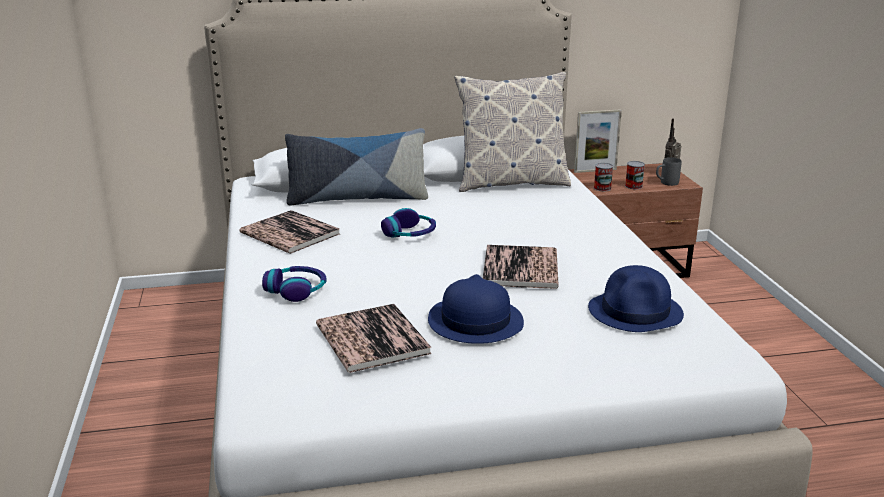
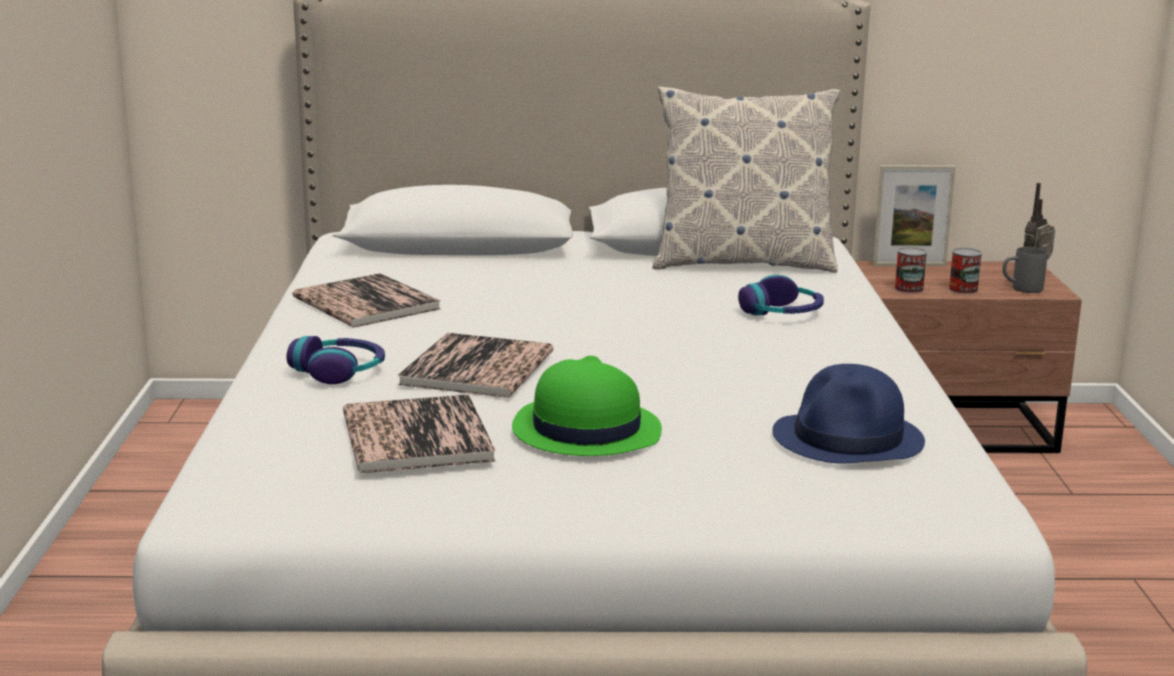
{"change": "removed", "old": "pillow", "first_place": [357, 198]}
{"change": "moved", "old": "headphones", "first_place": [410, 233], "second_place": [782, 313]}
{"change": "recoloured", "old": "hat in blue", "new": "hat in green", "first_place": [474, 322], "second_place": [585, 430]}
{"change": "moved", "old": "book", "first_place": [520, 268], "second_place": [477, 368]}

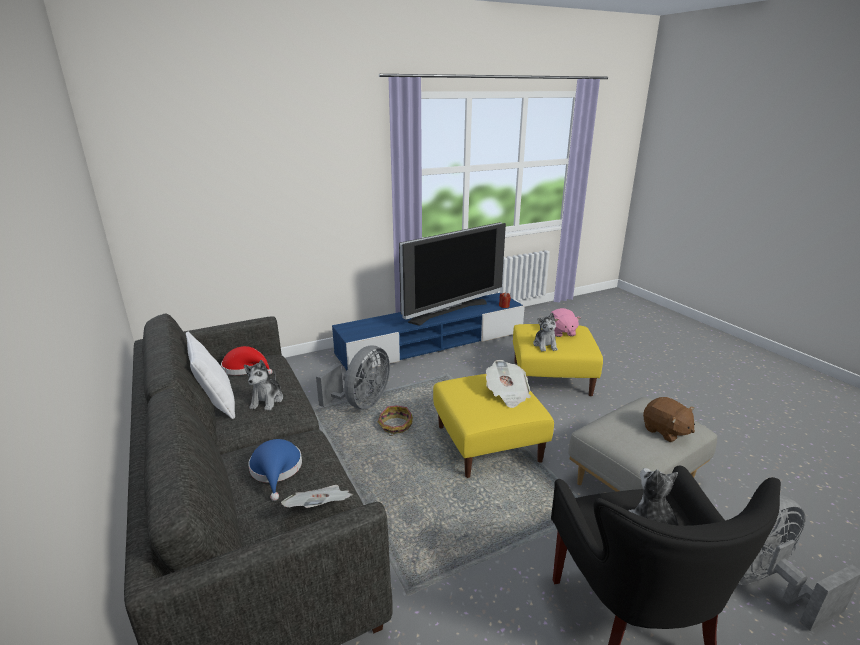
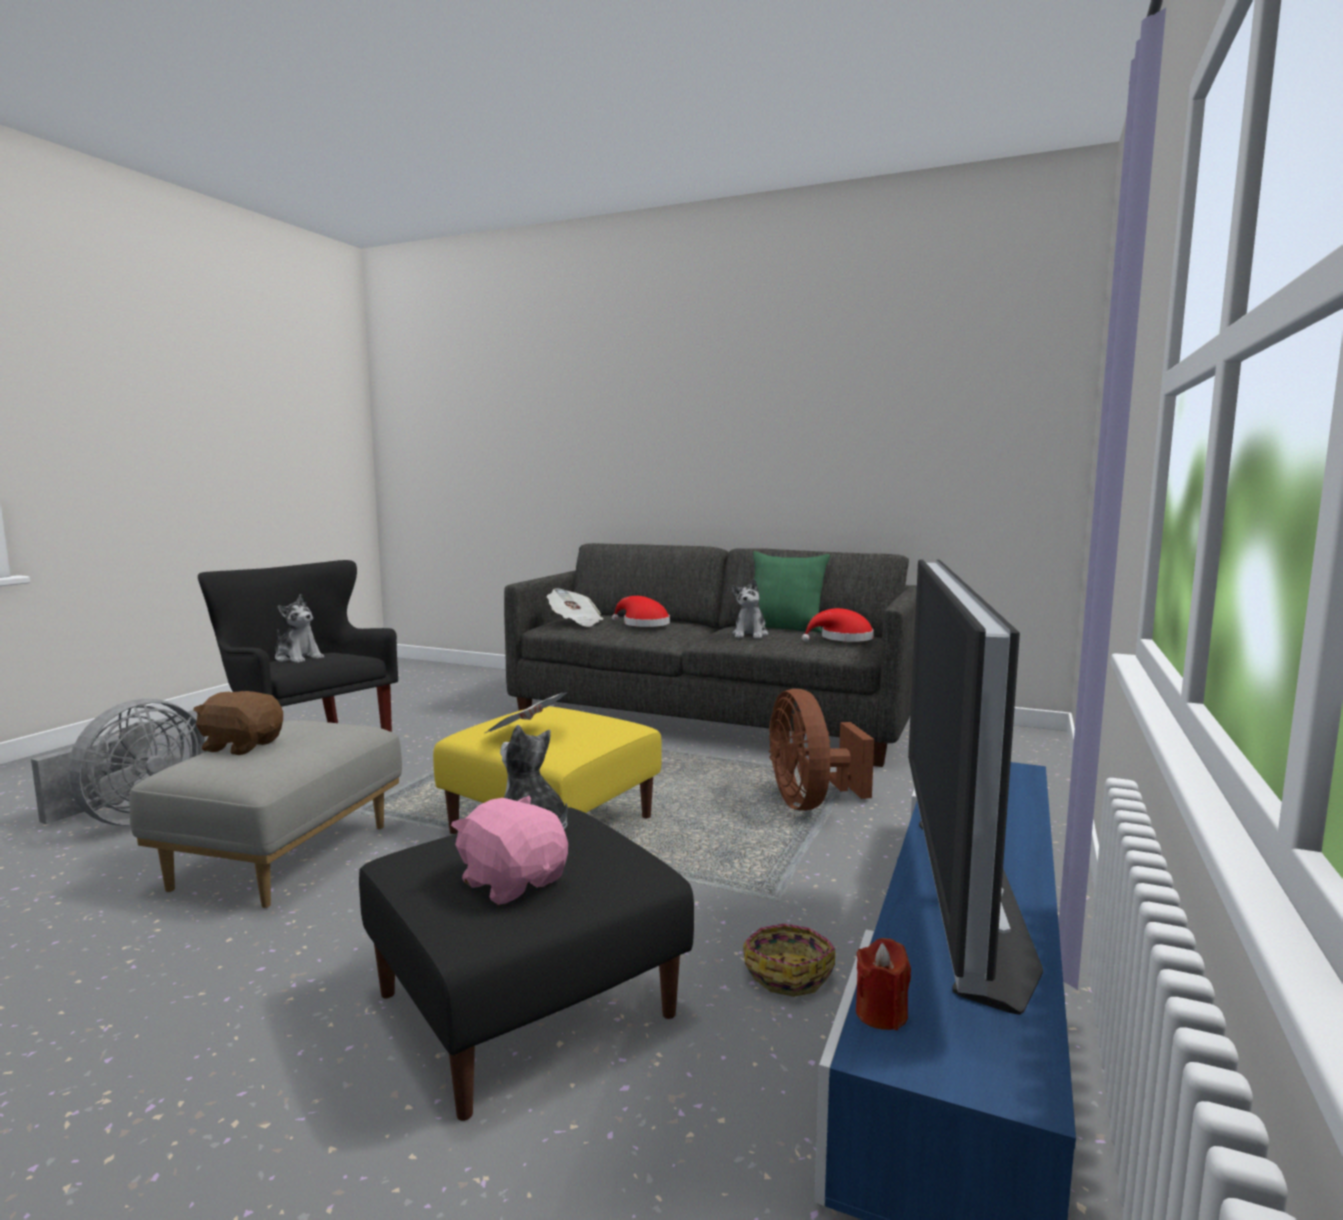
{"change": "recoloured", "old": "pillow in white", "new": "pillow in green", "first_place": [216, 403], "second_place": [785, 627]}
{"change": "turned", "old": "plush toy", "first_place": [267, 400], "second_place": [750, 634], "degrees": -135}
{"change": "recoloured", "old": "hat in blue", "new": "hat in red", "first_place": [276, 470], "second_place": [643, 624]}
{"change": "recoloured", "old": "fan in grey", "new": "fan in brown", "first_place": [361, 403], "second_place": [810, 803]}
{"change": "moved", "old": "basket", "first_place": [395, 426], "second_place": [788, 972]}
{"change": "recoloured", "old": "ottoman in yellow", "new": "ottoman in black", "first_place": [552, 378], "second_place": [524, 1006]}

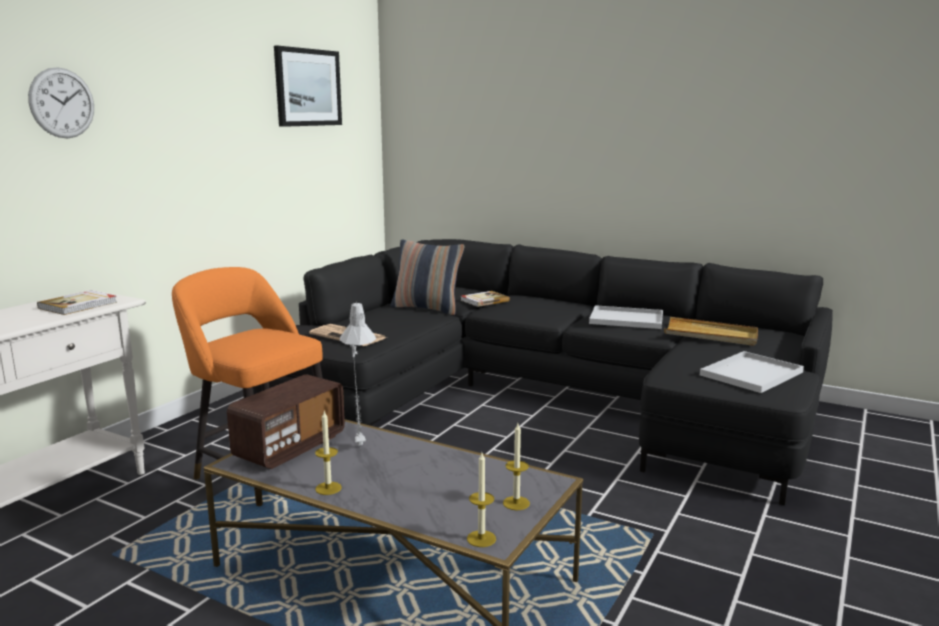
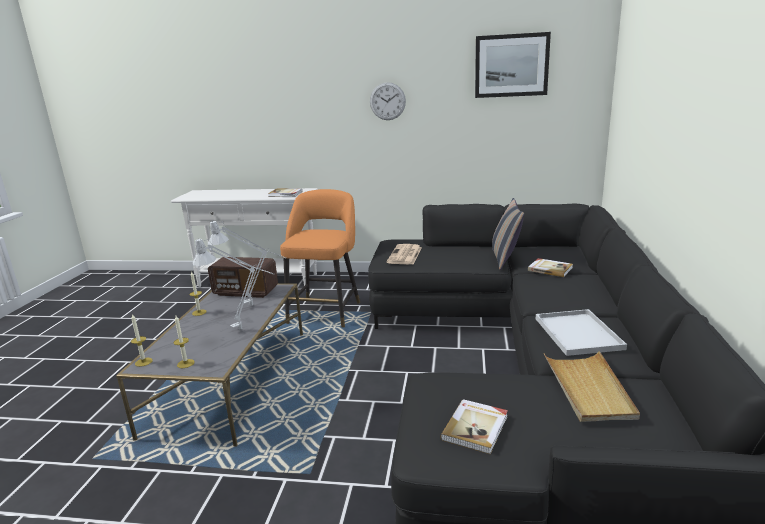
{"change": "moved", "old": "wall clock", "first_place": [62, 103], "second_place": [387, 101]}
{"change": "replaced", "old": "tray in white", "new": "book", "first_place": [751, 373], "second_place": [476, 428]}
{"change": "added", "new": "table lamp in grey", "second_place": [245, 328]}

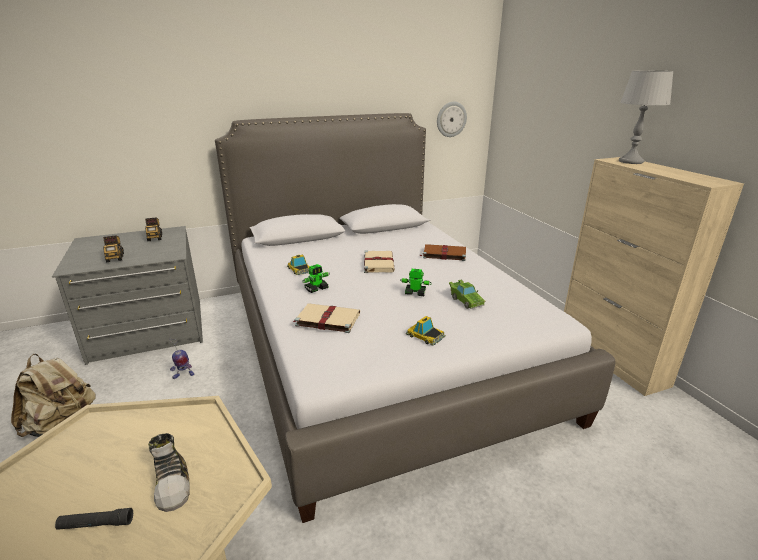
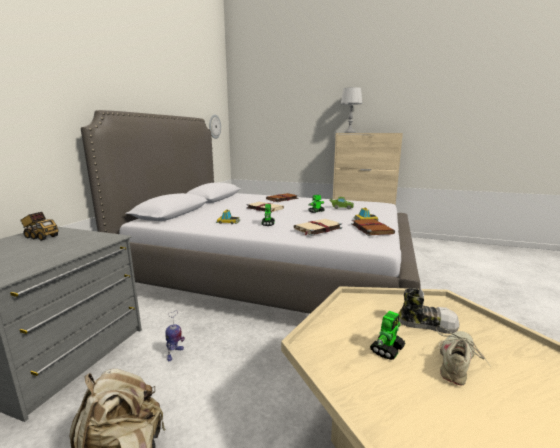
{"change": "replaced", "old": "flashlight in black", "new": "shoe in beige", "first_place": [96, 524], "second_place": [457, 363]}
{"change": "removed", "old": "toy truck", "first_place": [115, 257]}
{"change": "added", "new": "book in brown", "second_place": [371, 228]}
{"change": "added", "new": "toy robot", "second_place": [387, 349]}

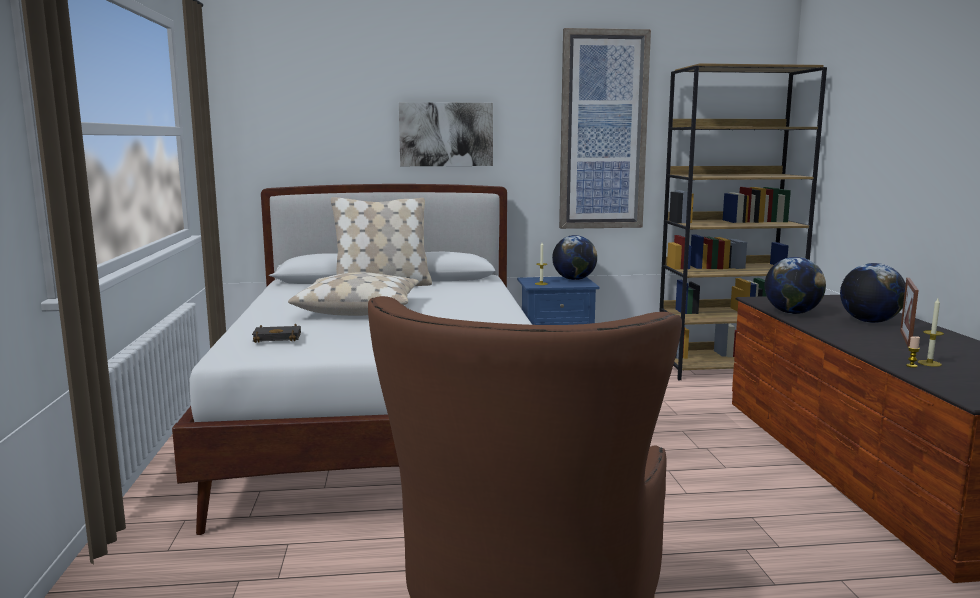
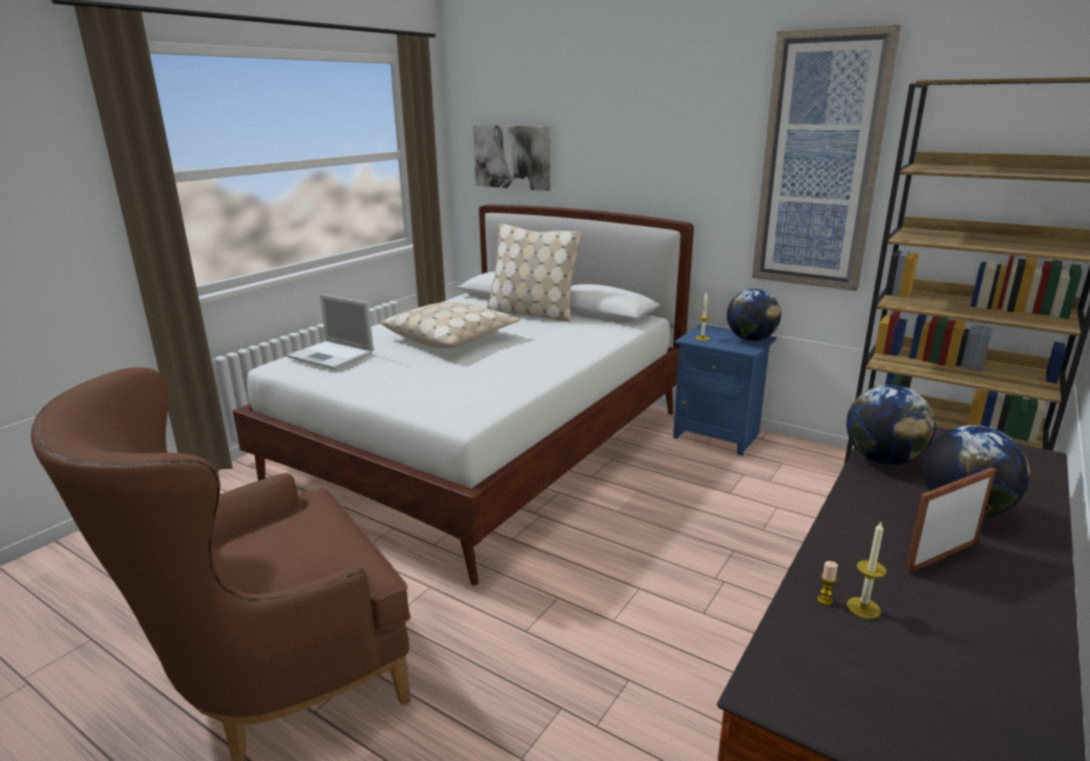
{"change": "replaced", "old": "book in black", "new": "laptop", "first_place": [278, 337], "second_place": [332, 355]}
{"change": "moved", "old": "picture", "first_place": [446, 134], "second_place": [512, 157]}

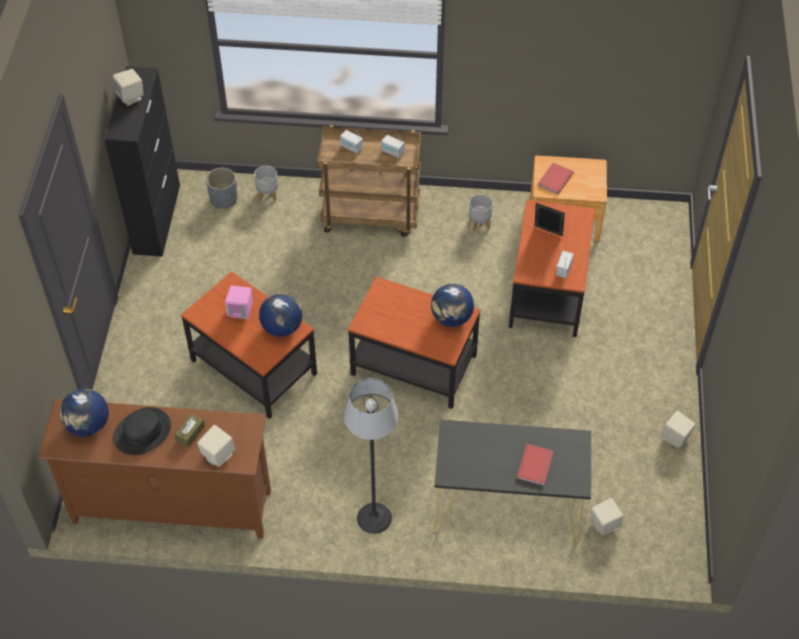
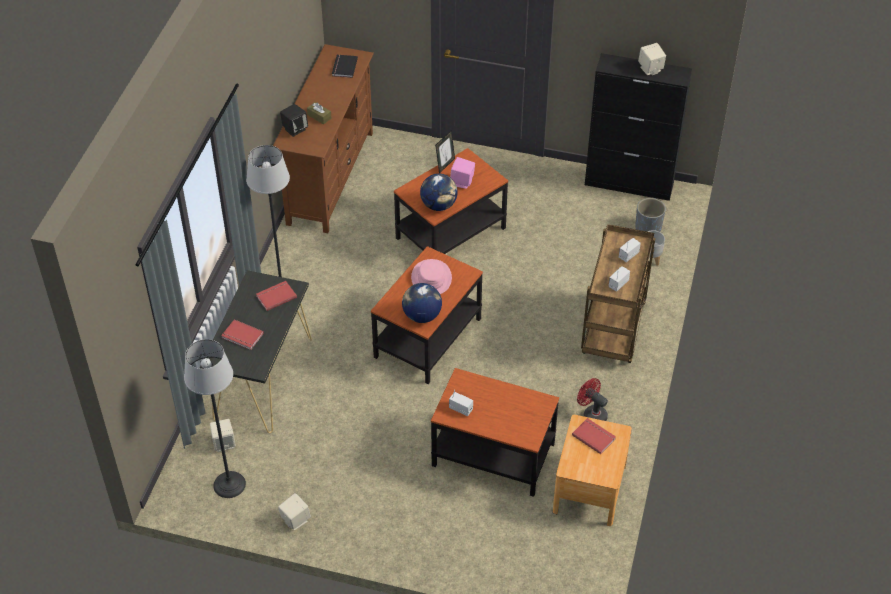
{"change": "replaced", "old": "globe", "new": "book in black", "first_place": [88, 425], "second_place": [343, 67]}
{"change": "removed", "old": "hat in black", "first_place": [142, 432]}
{"change": "recoloured", "old": "speaker in beige", "new": "speaker in black", "first_place": [217, 455], "second_place": [295, 129]}
{"change": "replaced", "old": "planter in grey", "new": "fan in red", "first_place": [479, 223], "second_place": [591, 414]}
{"change": "moved", "old": "picture frame", "first_place": [547, 233], "second_place": [445, 165]}
{"change": "added", "new": "floor lamp", "second_place": [229, 484]}
{"change": "added", "new": "book in red", "second_place": [275, 296]}
{"change": "added", "new": "hat in pink", "second_place": [431, 278]}

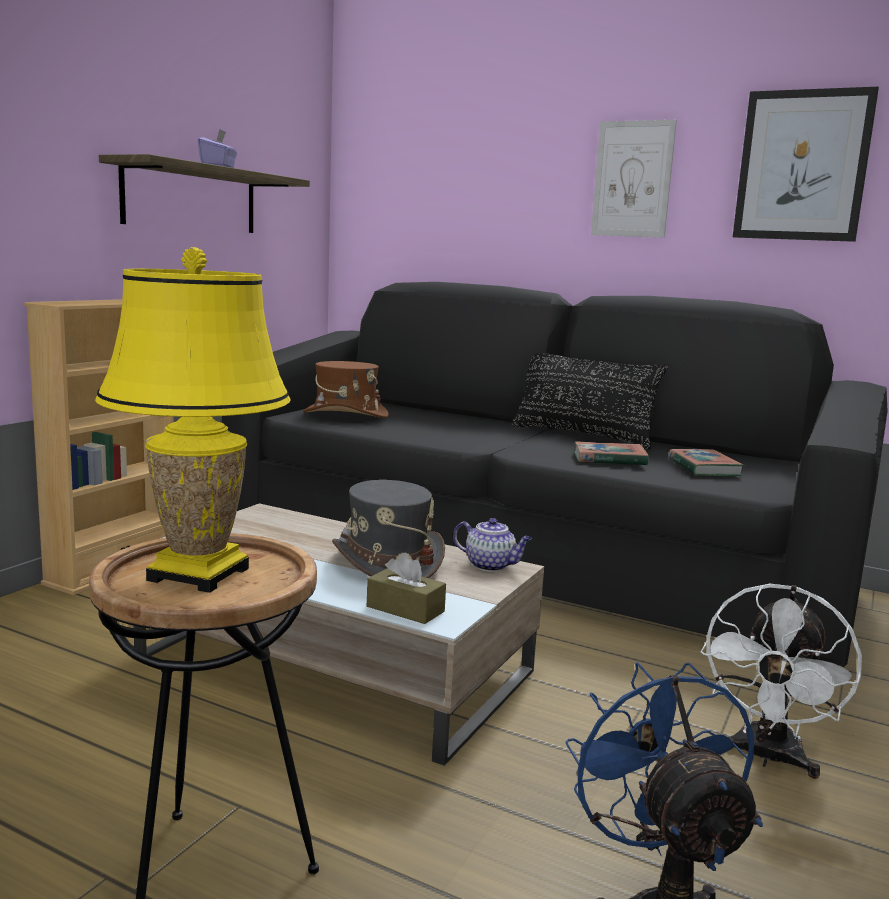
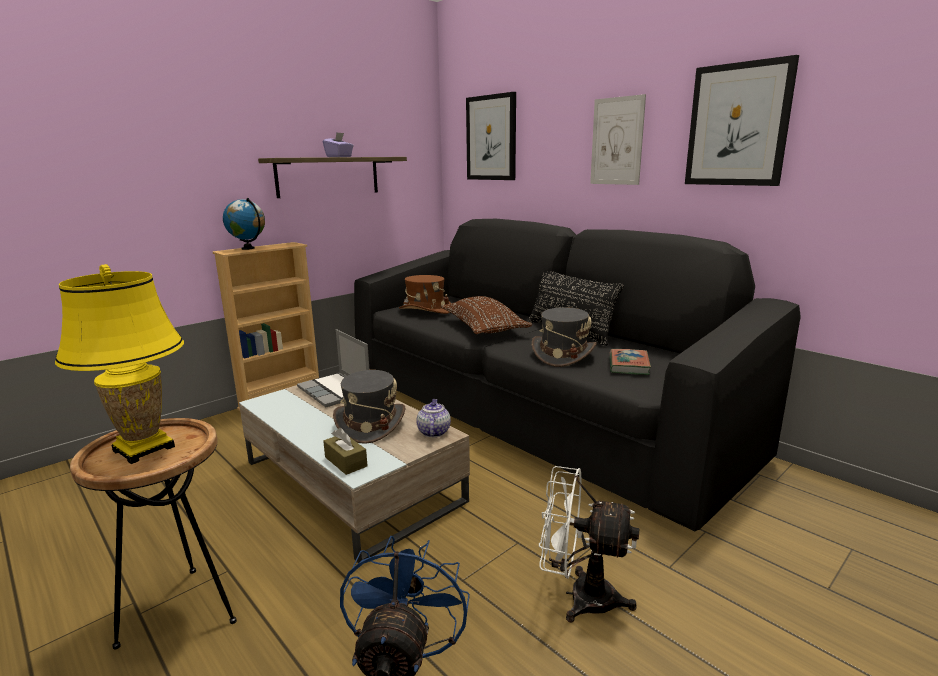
{"change": "turned", "old": "teapot", "first_place": [491, 565], "second_place": [433, 432], "degrees": -135}
{"change": "replaced", "old": "book", "new": "hat in grey", "first_place": [609, 459], "second_place": [563, 354]}
{"change": "turned", "old": "fan in white", "first_place": [766, 758], "second_place": [579, 596], "degrees": 60}
{"change": "added", "new": "globe", "second_place": [248, 248]}
{"change": "added", "new": "laptop", "second_place": [335, 391]}
{"change": "added", "new": "pillow in brown", "second_place": [483, 328]}
{"change": "added", "new": "picture", "second_place": [491, 138]}

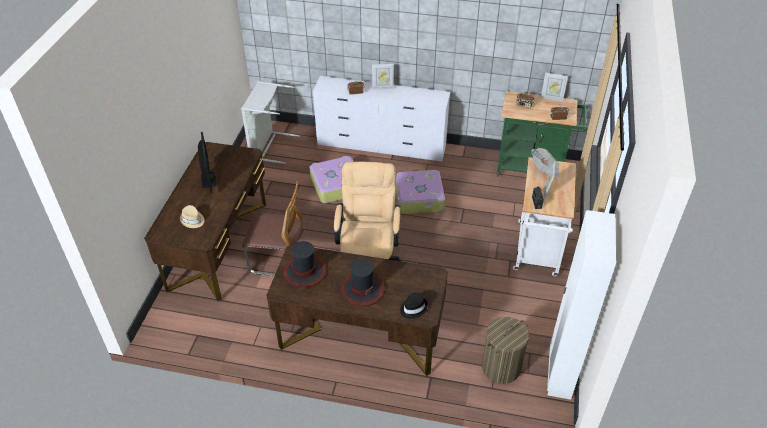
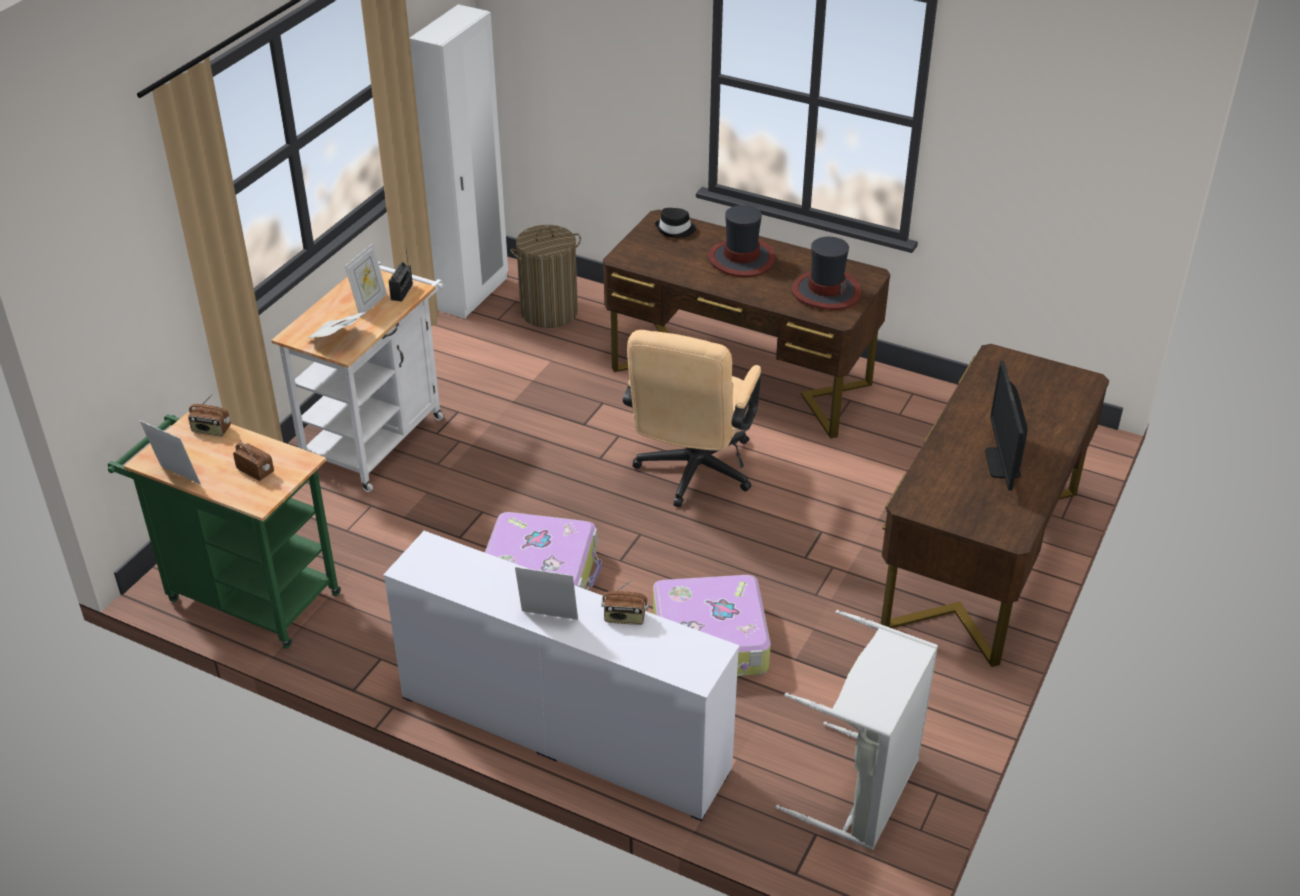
{"change": "removed", "old": "hat in beige", "first_place": [192, 220]}
{"change": "removed", "old": "chair", "first_place": [279, 260]}

